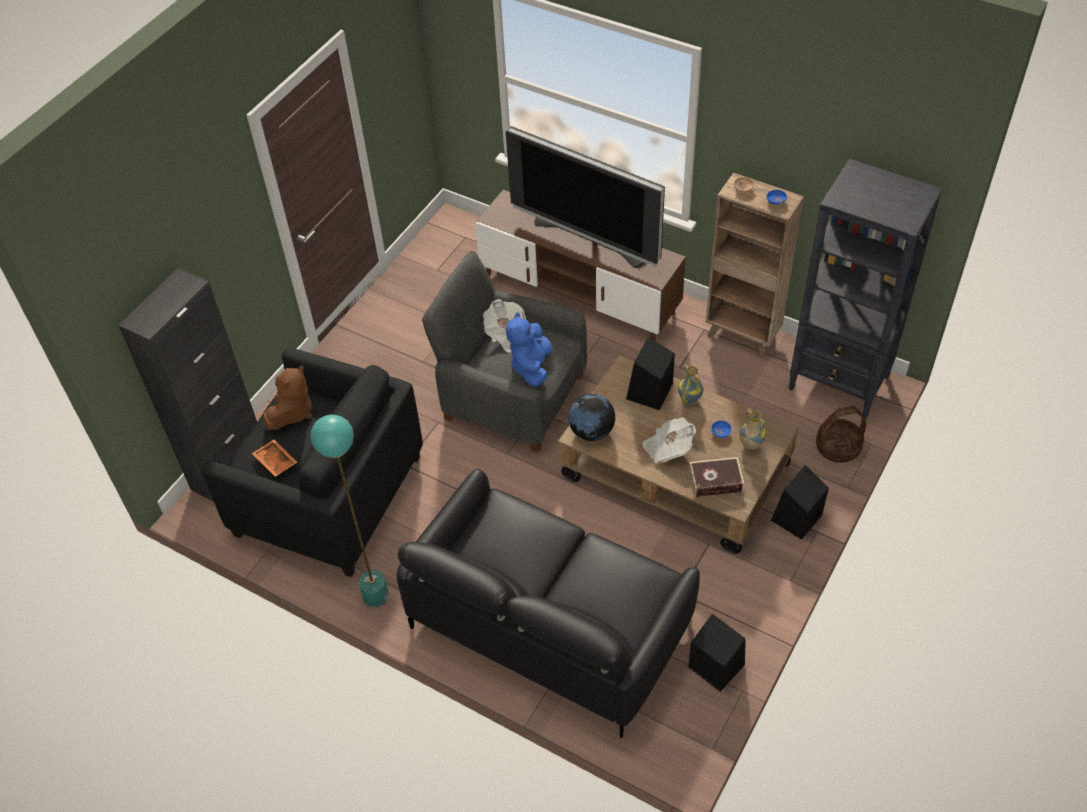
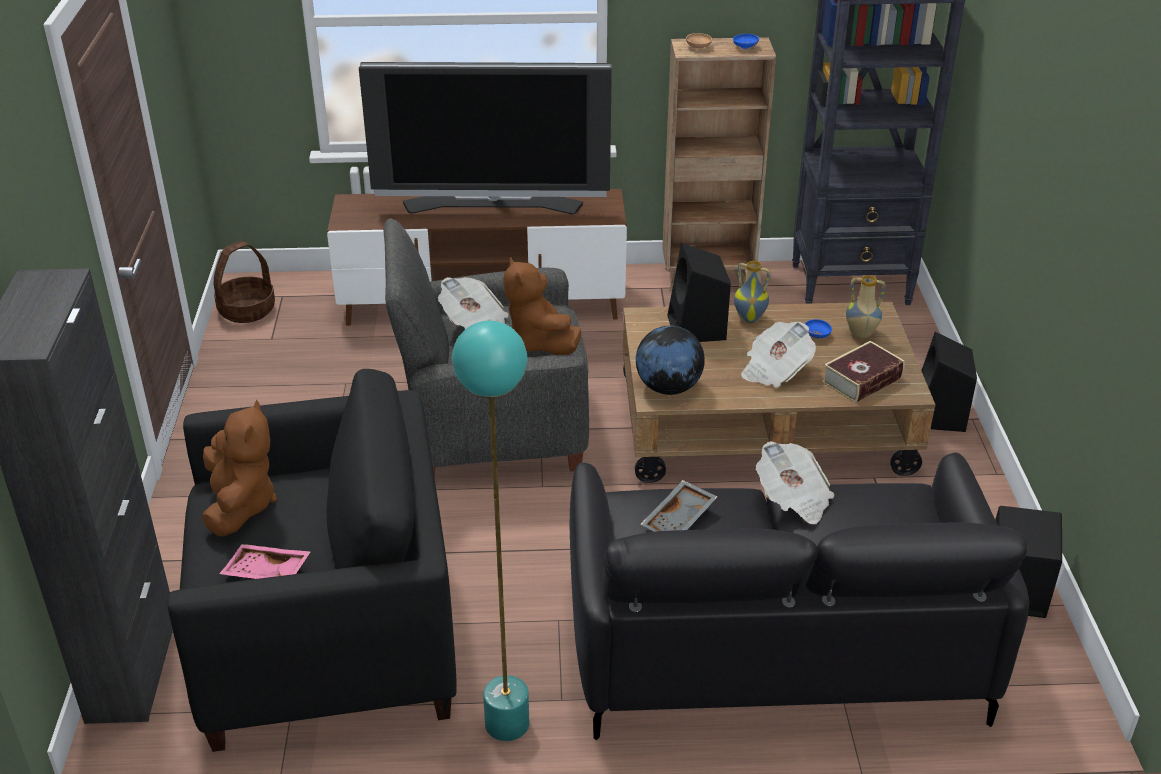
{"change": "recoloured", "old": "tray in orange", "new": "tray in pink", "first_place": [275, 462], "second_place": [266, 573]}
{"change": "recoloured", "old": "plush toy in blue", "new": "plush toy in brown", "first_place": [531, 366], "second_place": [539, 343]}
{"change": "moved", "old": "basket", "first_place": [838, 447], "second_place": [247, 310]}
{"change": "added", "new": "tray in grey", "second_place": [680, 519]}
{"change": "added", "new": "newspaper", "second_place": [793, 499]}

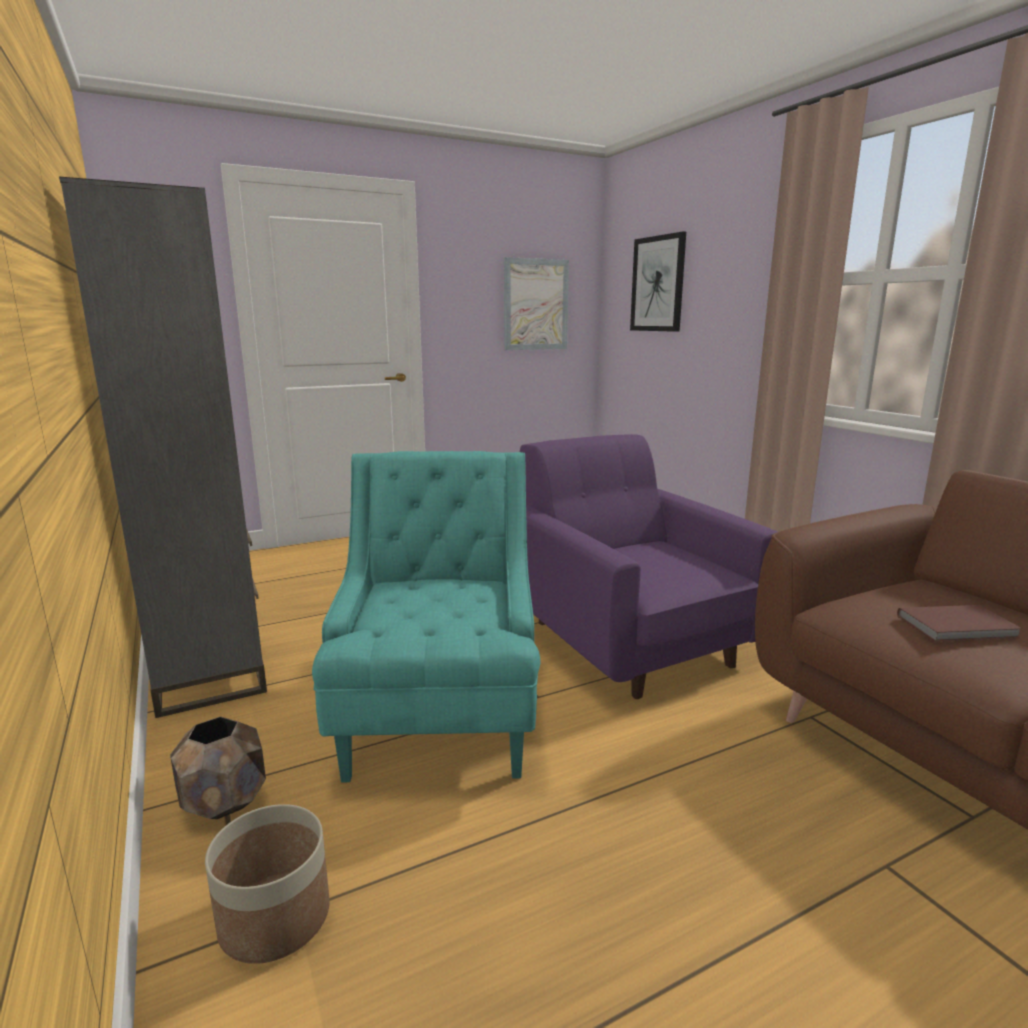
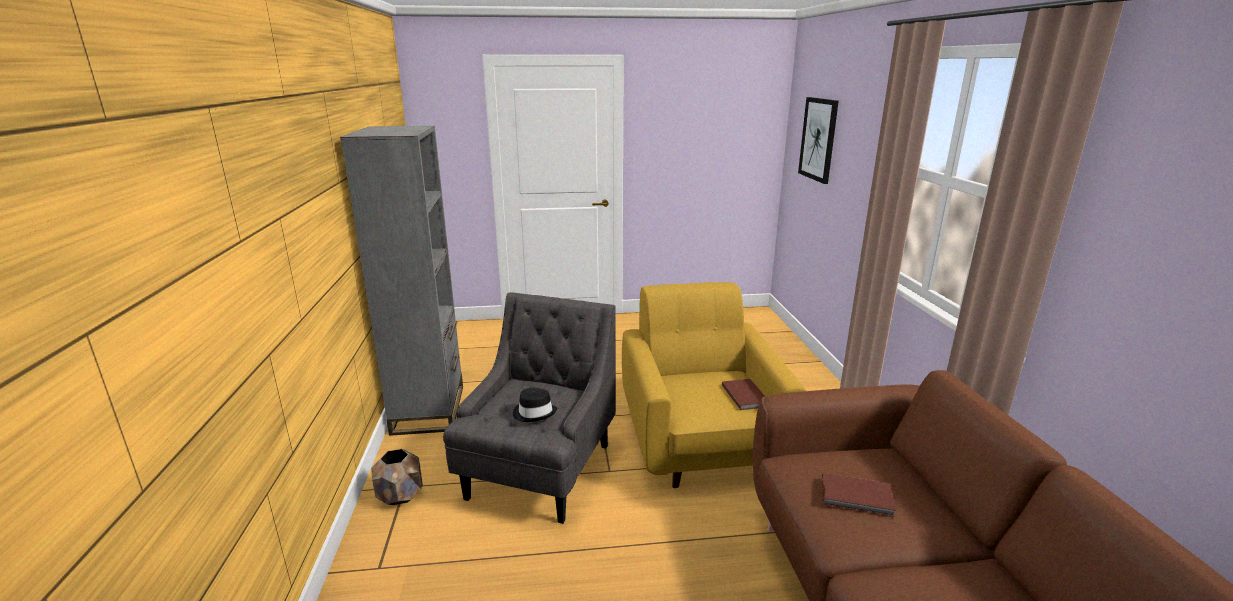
{"change": "removed", "old": "planter", "first_place": [274, 917]}
{"change": "recoloured", "old": "armchair in turquoise", "new": "armchair in grey", "first_place": [440, 719], "second_place": [539, 472]}
{"change": "removed", "old": "picture", "first_place": [535, 305]}
{"change": "recoloured", "old": "armchair in purple", "new": "armchair in yellow", "first_place": [626, 639], "second_place": [700, 440]}
{"change": "added", "new": "hat in black", "second_place": [534, 412]}
{"change": "added", "new": "book in brown", "second_place": [745, 395]}

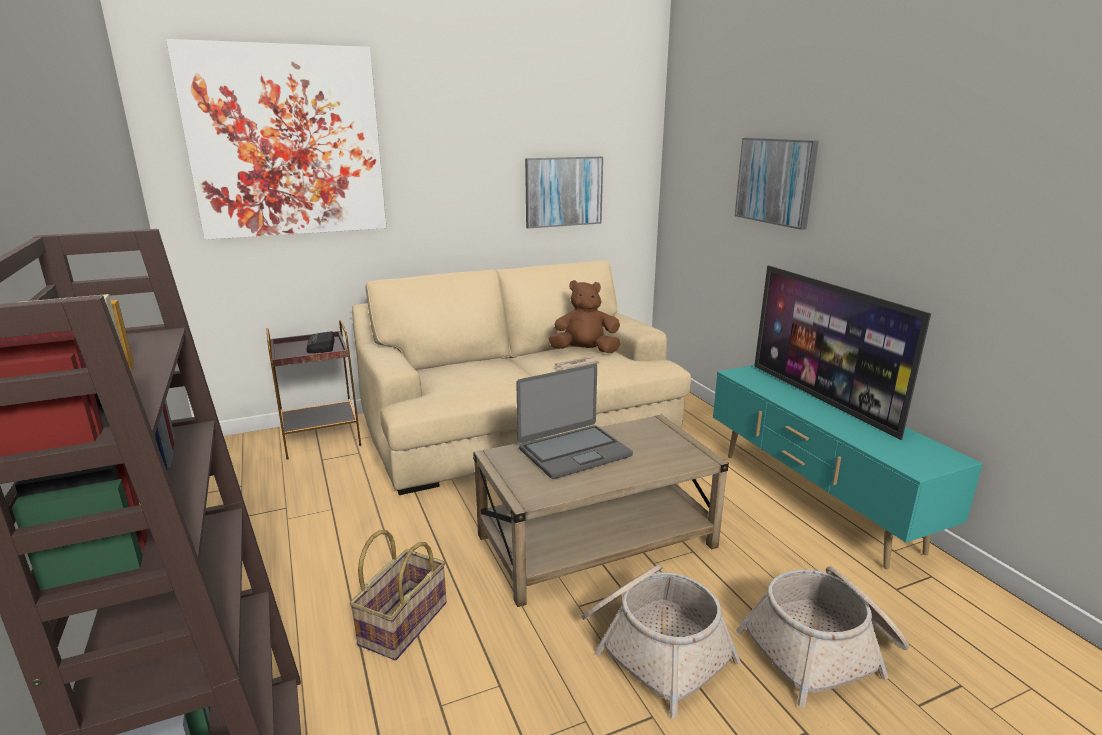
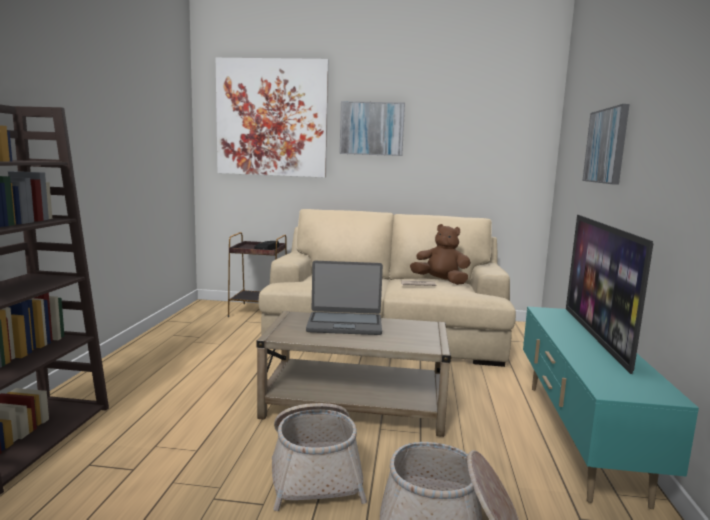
{"change": "removed", "old": "basket", "first_place": [402, 622]}
{"change": "moved", "old": "picture", "first_place": [563, 191], "second_place": [372, 128]}

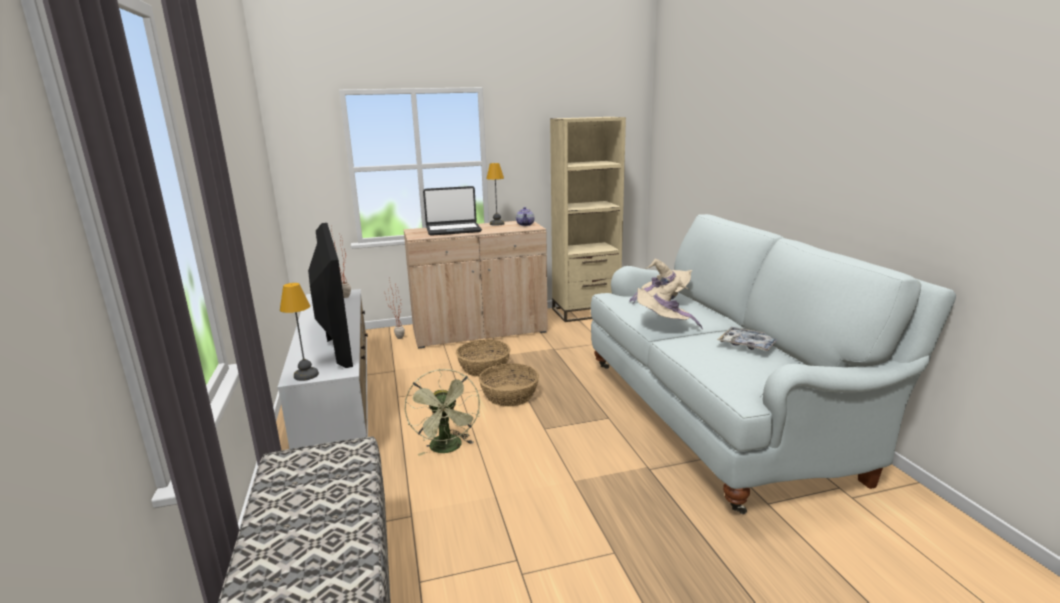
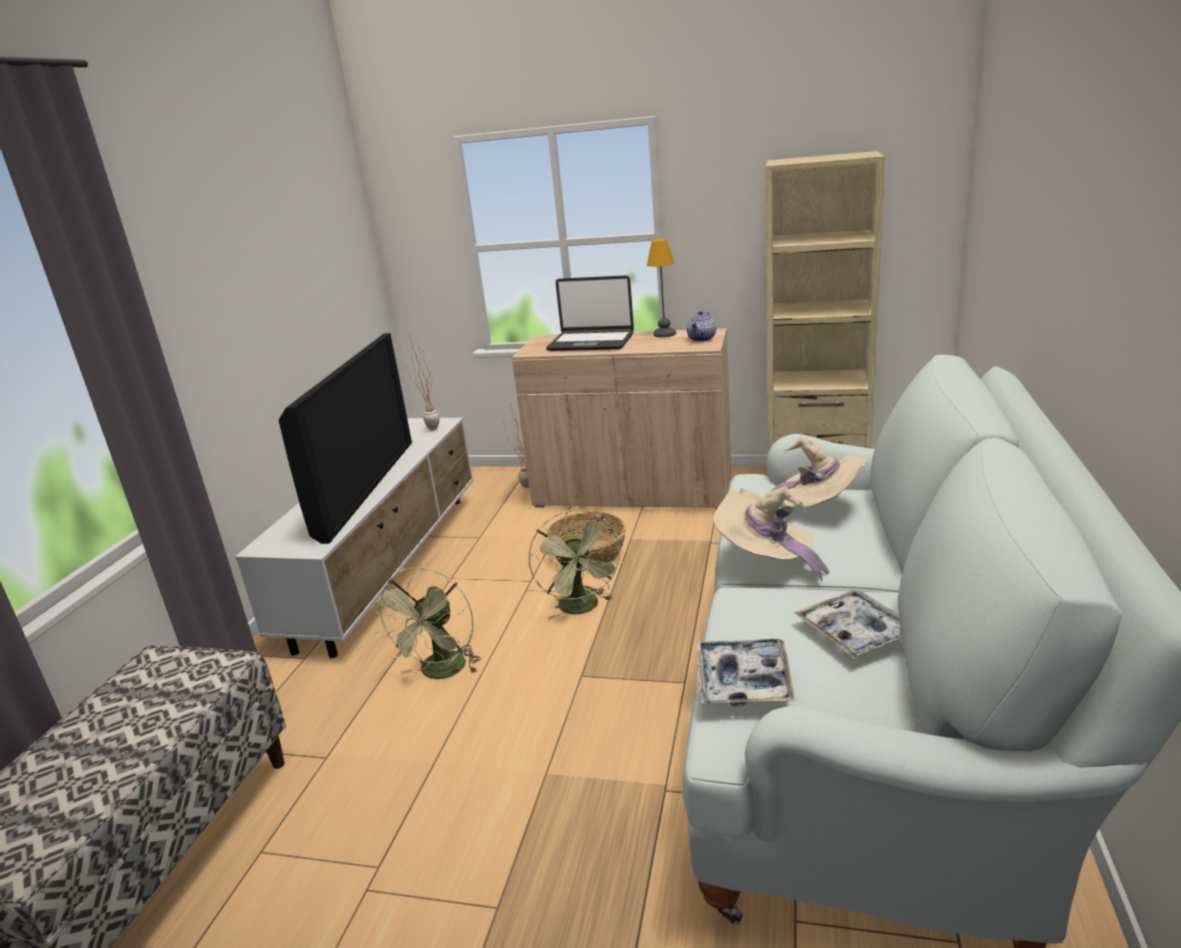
{"change": "removed", "old": "table lamp", "first_place": [306, 375]}
{"change": "replaced", "old": "basket", "new": "fan in green", "first_place": [509, 395], "second_place": [582, 608]}
{"change": "added", "new": "tray", "second_place": [743, 681]}

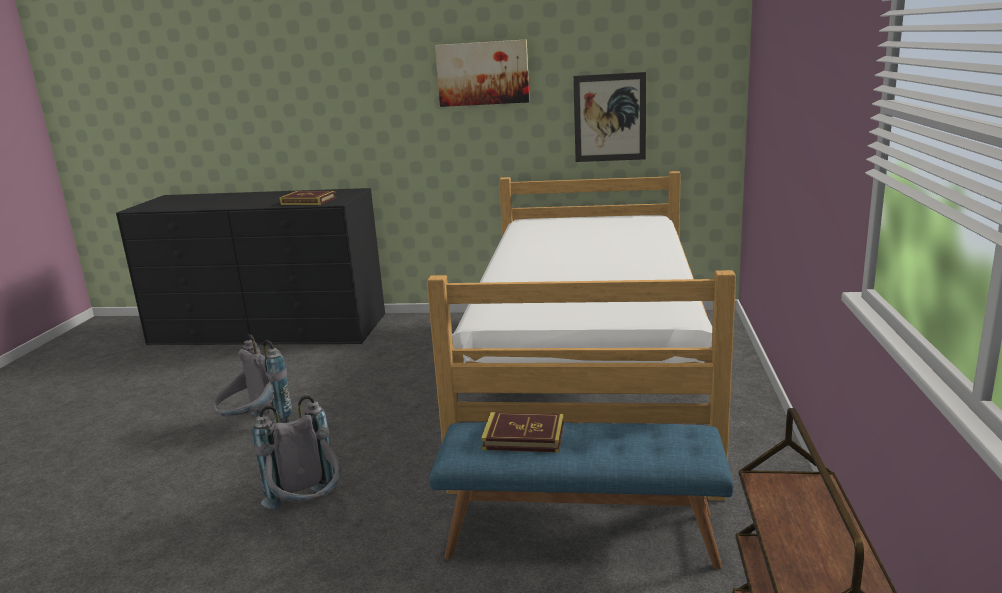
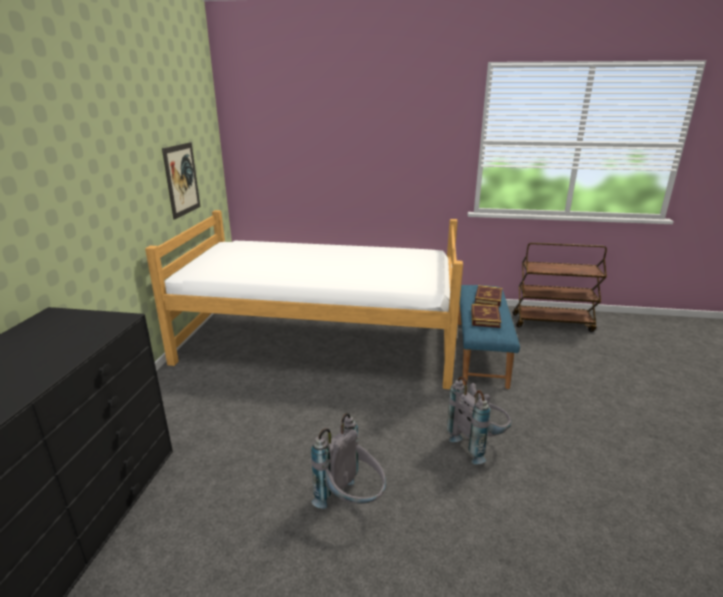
{"change": "moved", "old": "book", "first_place": [308, 201], "second_place": [488, 298]}
{"change": "removed", "old": "picture", "first_place": [483, 73]}

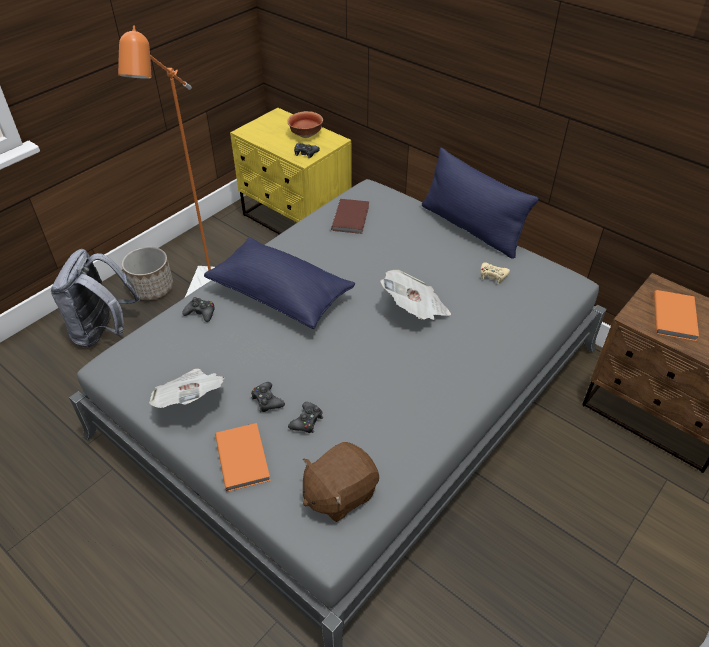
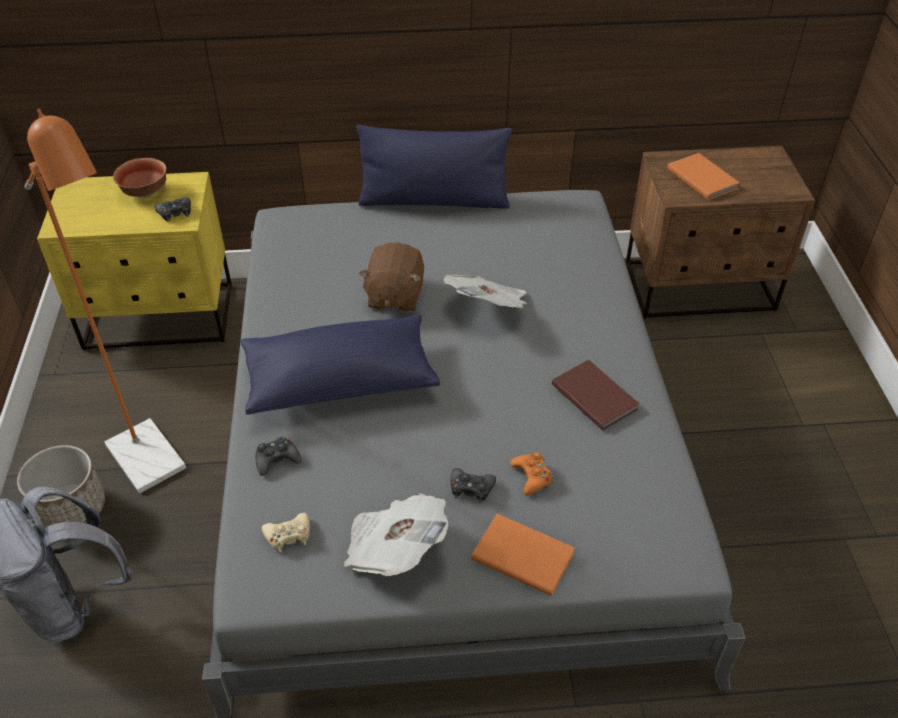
{"change": "recoloured", "old": "game controller in black", "new": "game controller in orange", "first_place": [307, 421], "second_place": [532, 477]}
{"change": "moved", "old": "plush toy in brown", "first_place": [339, 493], "second_place": [394, 296]}
{"change": "moved", "old": "book in brown", "first_place": [352, 217], "second_place": [595, 395]}
{"change": "moved", "old": "game controller in beige", "first_place": [493, 275], "second_place": [288, 536]}

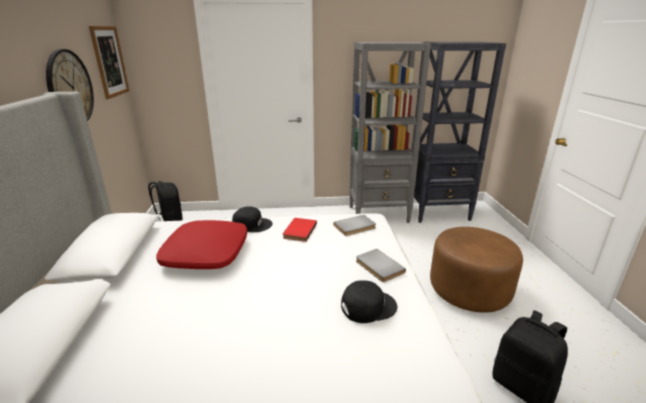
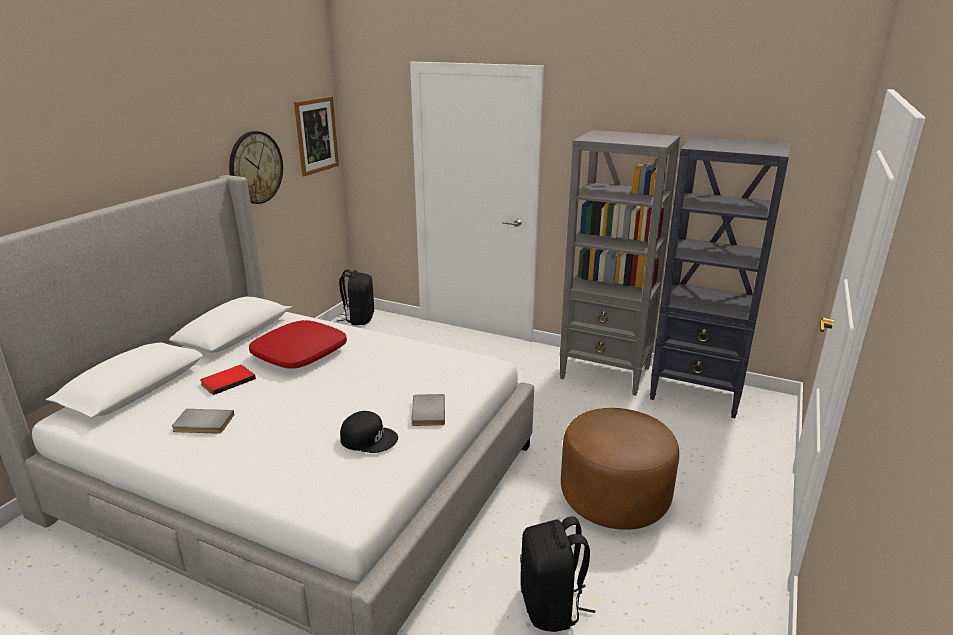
{"change": "removed", "old": "cap in black", "first_place": [252, 224]}
{"change": "moved", "old": "book in red", "first_place": [298, 230], "second_place": [227, 381]}
{"change": "moved", "old": "book in grey", "first_place": [355, 227], "second_place": [203, 424]}

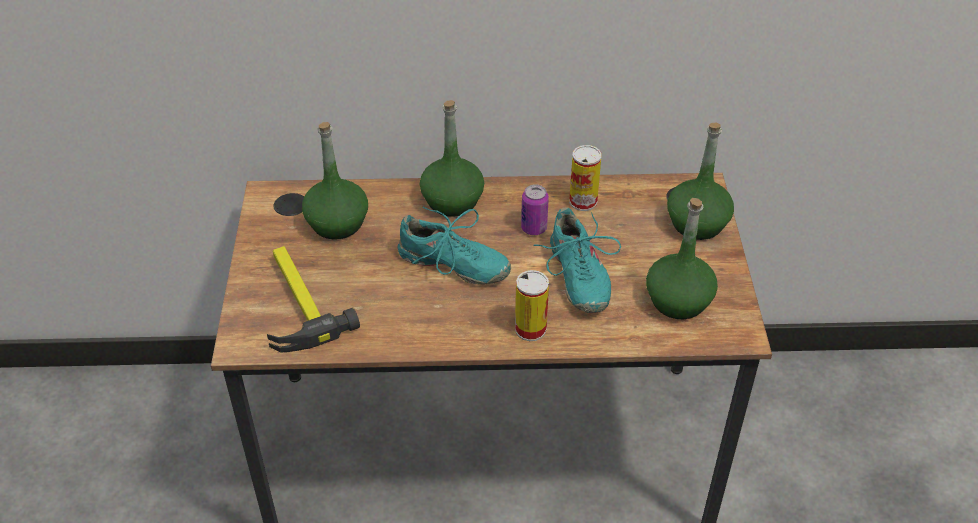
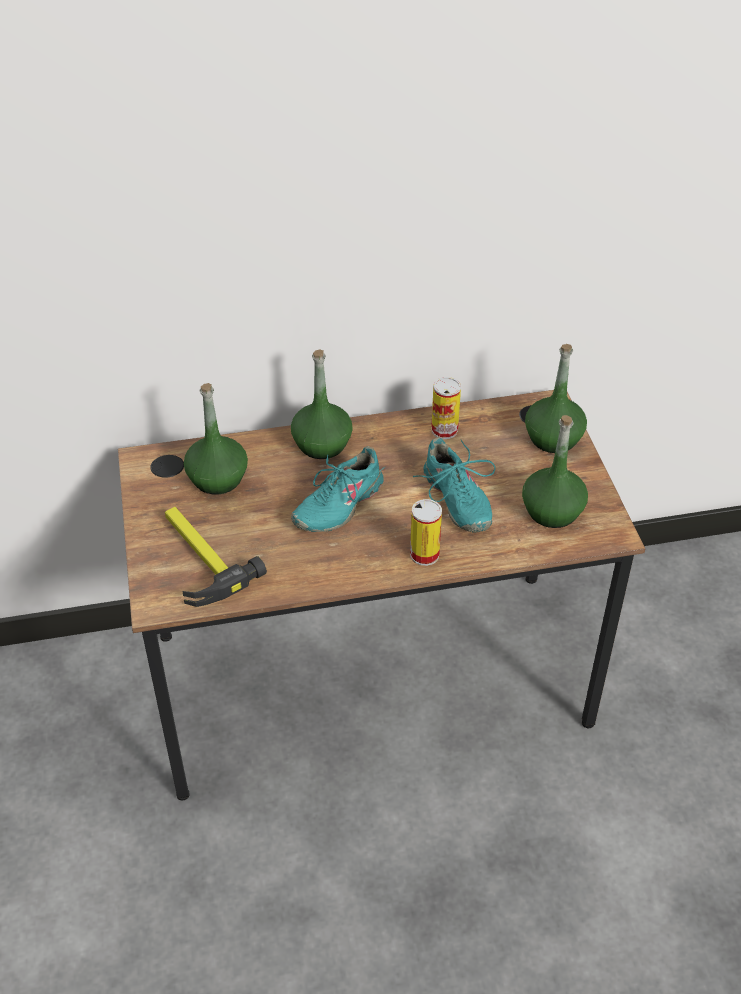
{"change": "turned", "old": "shoe in turquoise", "first_place": [453, 265], "second_place": [338, 504], "degrees": 120}
{"change": "removed", "old": "can", "first_place": [534, 228]}

